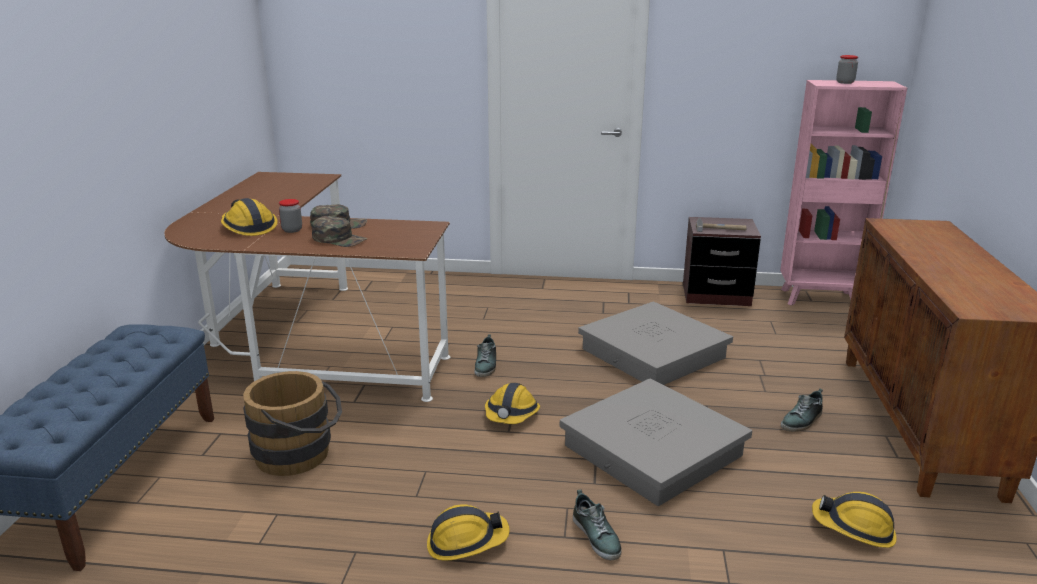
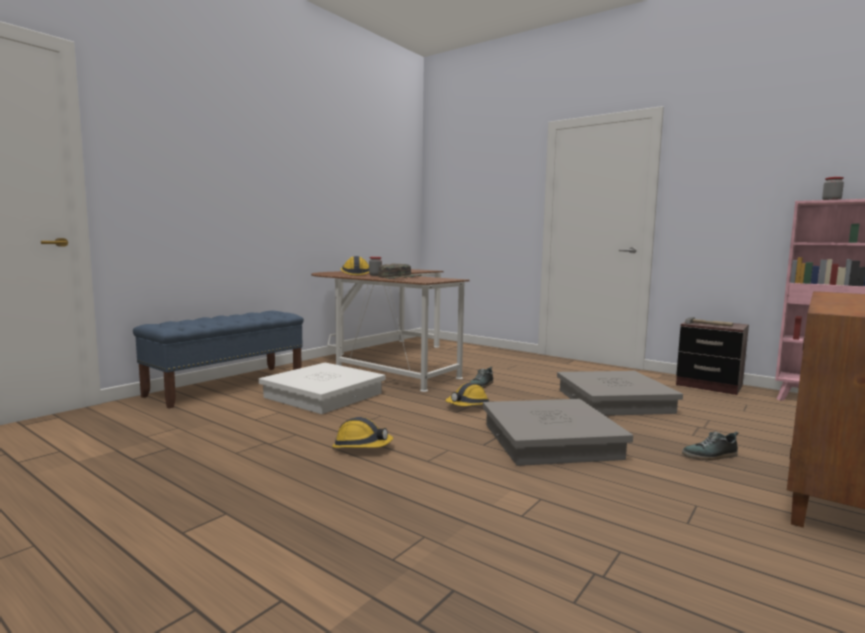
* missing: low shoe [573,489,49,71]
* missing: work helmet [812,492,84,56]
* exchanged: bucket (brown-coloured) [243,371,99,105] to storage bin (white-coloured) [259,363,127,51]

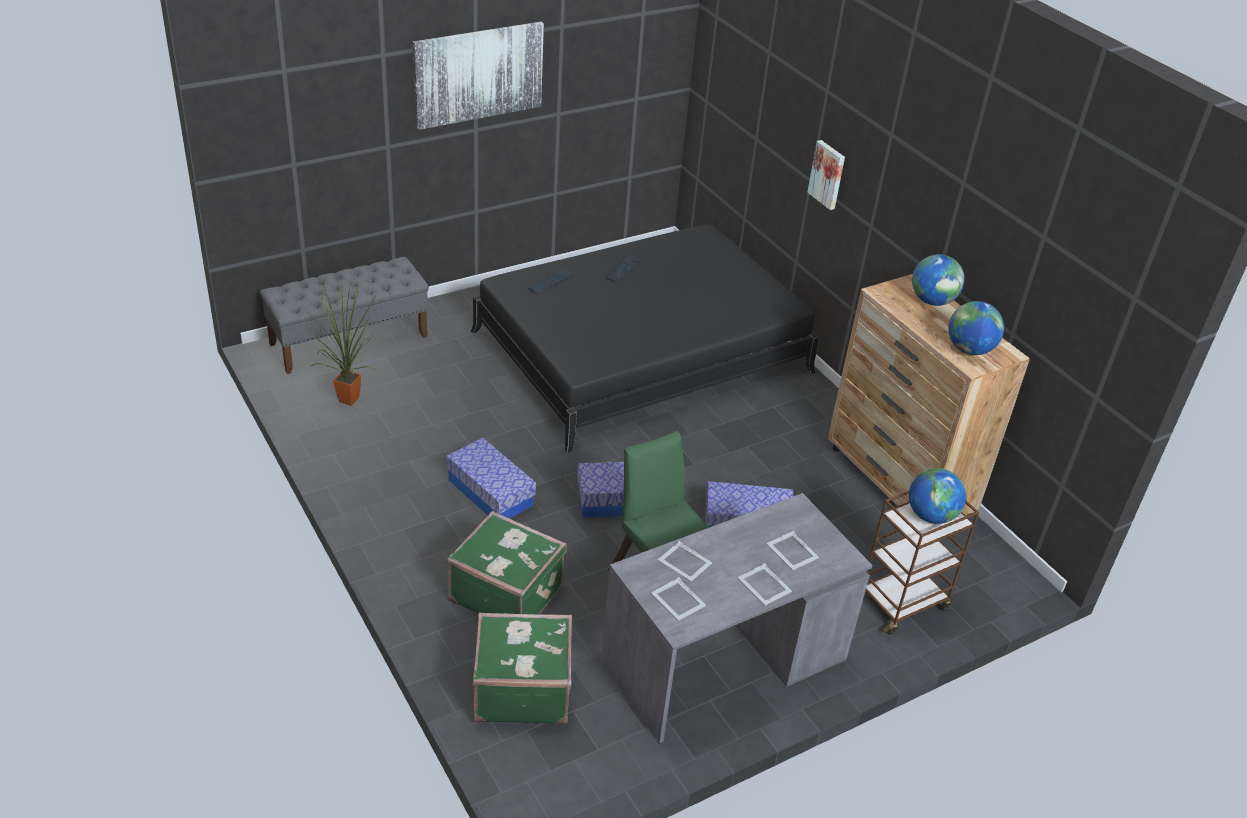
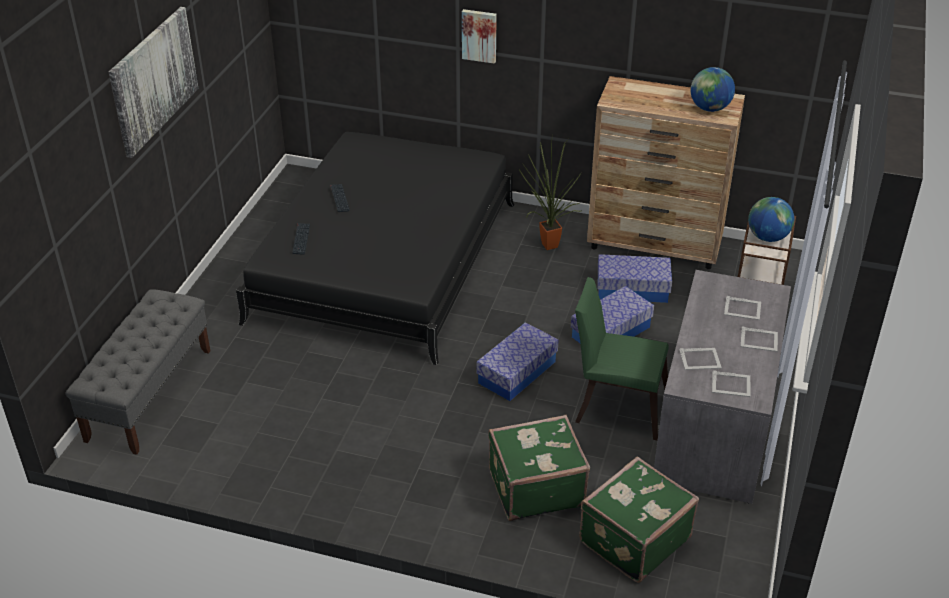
* missing: world globe [912,254,53,52]
* relocated: potted plant [303,278,74,128] to [518,140,64,110]
* relocated: storage bin [446,438,90,81] to [598,254,74,49]

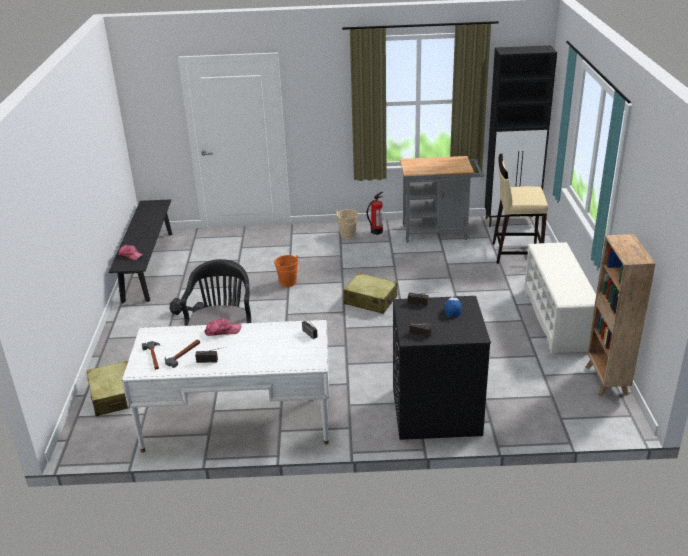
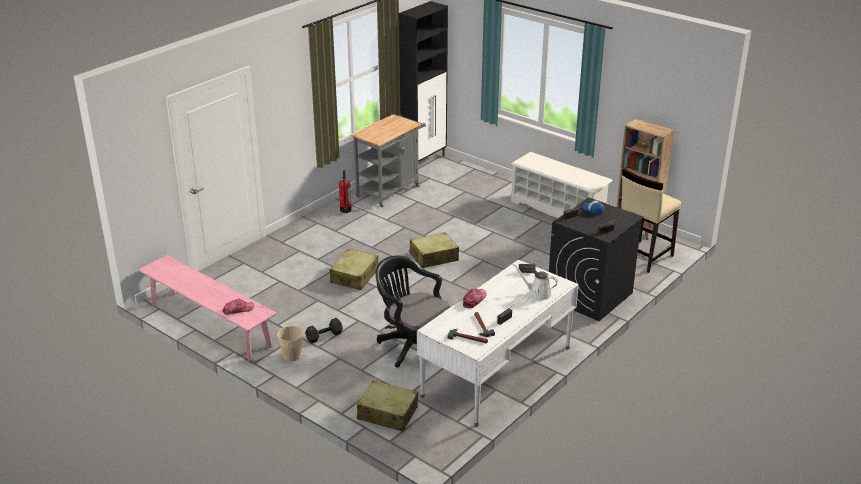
* appeared: watering pot (white-coloured) [513,264,45,36]
* relocated: bucket (beige-coloured) [335,209,24,29] to [277,326,29,36]
* relocated: stool (beige-coloured) [492,154,56,110] to [621,169,60,104]
* exchanged: bucket (orange) [274,255,27,32] to piece of luggage (beige-coloured) [330,249,48,41]
* colour: long seat (black) [109,199,63,104] to long seat (pinkish) [138,255,139,106]

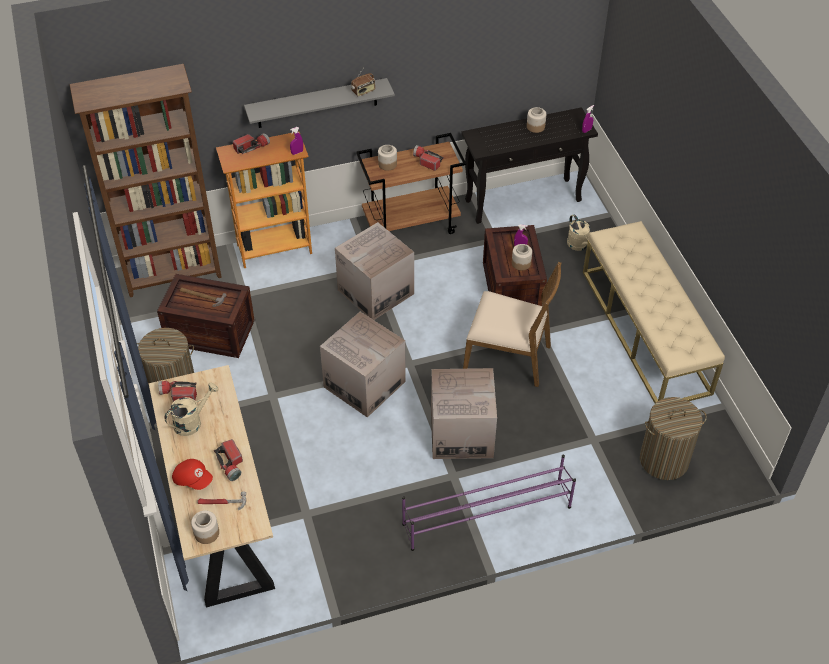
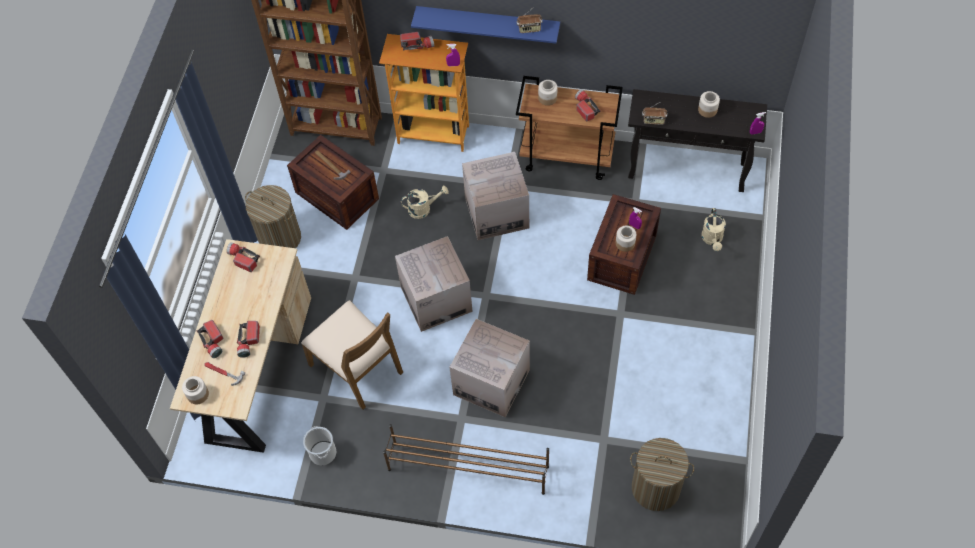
* missing: long seat (beige-coloured) [583,221,142,182]
* appeared: bucket [303,426,33,39]
* appeared: radio [642,102,25,23]
* relocated: watering pot (beige-coloured) [164,382,55,54] to [401,186,48,33]
* relocated: plain chair (brown-coloured) [463,261,99,126] to [301,300,102,109]
* exchanged: baseball cap (red) [172,459,41,31] to flashlight [196,320,27,38]
* colour: wall shelf (grey) [244,78,151,50] to wall shelf (blue) [411,6,149,38]
* colour: shoe shelf (purple-coloured) [402,454,174,97] to shoe shelf (brown-coloured) [383,424,166,71]

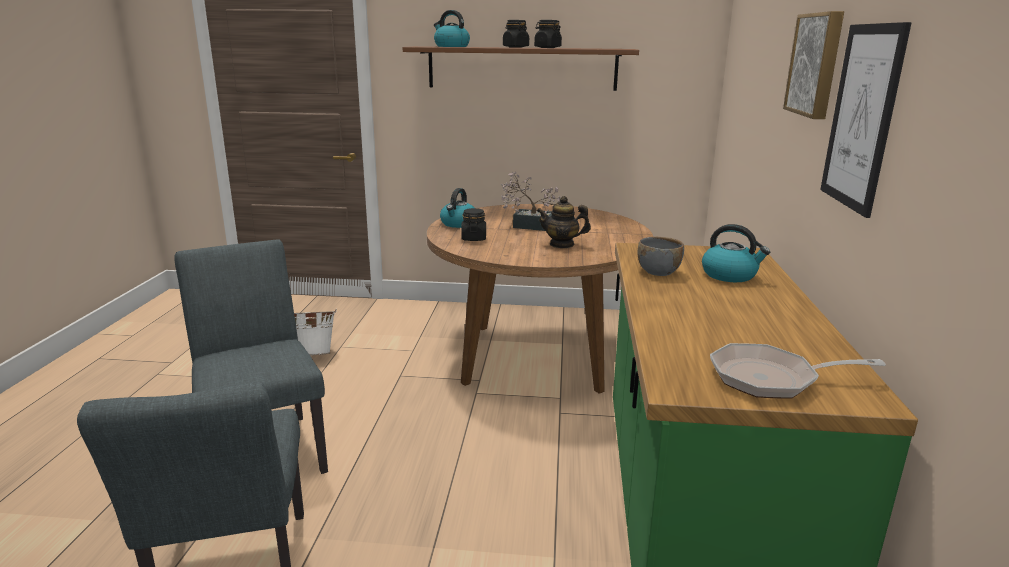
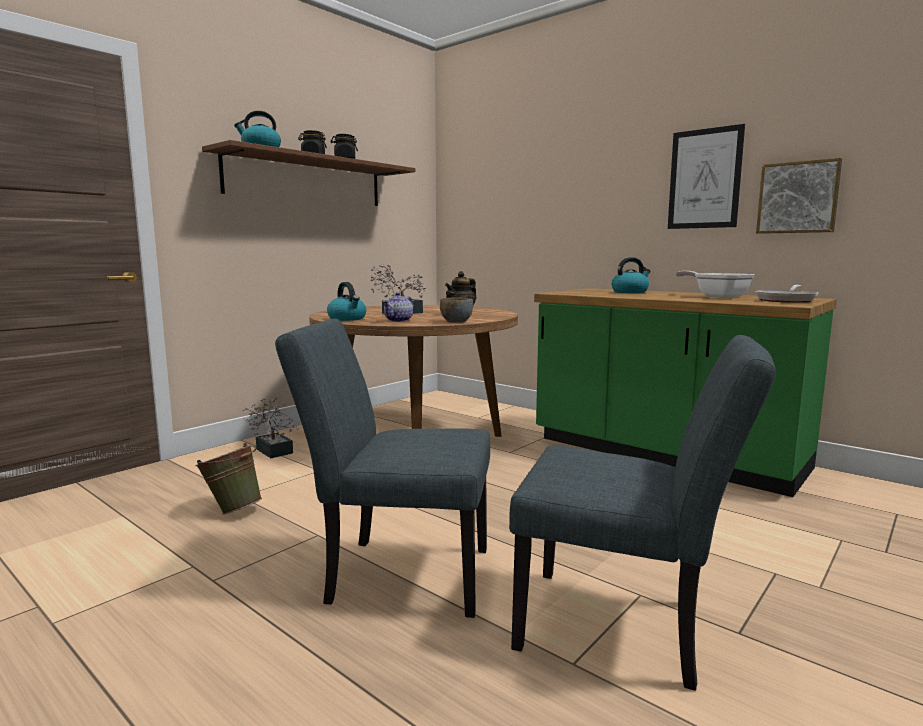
* appeared: potted plant [243,397,56,61]
* appeared: skillet [676,271,79,27]
* relocated: deep dish (grey) [638,237,46,39] to [440,297,33,26]
* relocated: wall art [783,11,61,108] to [756,158,86,76]
* exchanged: jar (black) [461,208,25,33] to teapot [383,292,30,30]
* colour: bucket (white-coloured) [294,310,43,45] to bucket (green) [195,443,67,72]

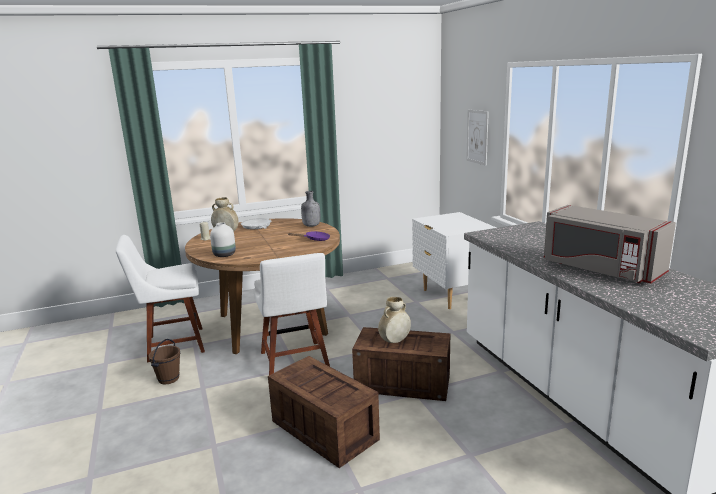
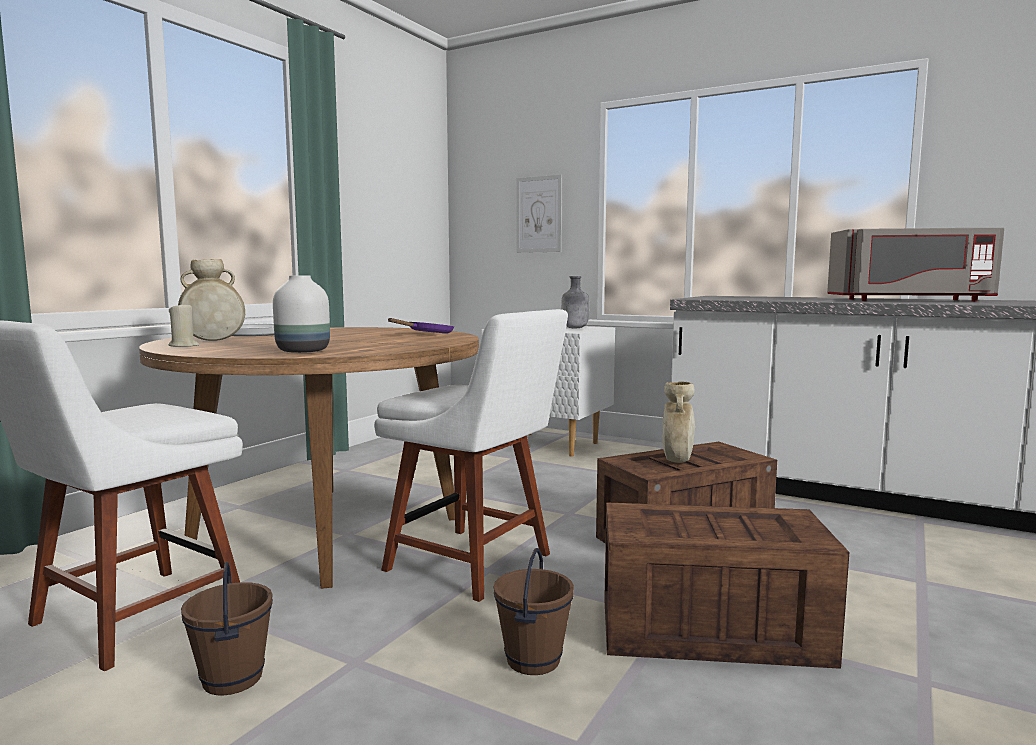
* appeared: bucket (brown-coloured) [494,548,80,127]
* relocated: drink bottle (grey) [301,191,19,36] to [561,276,28,52]

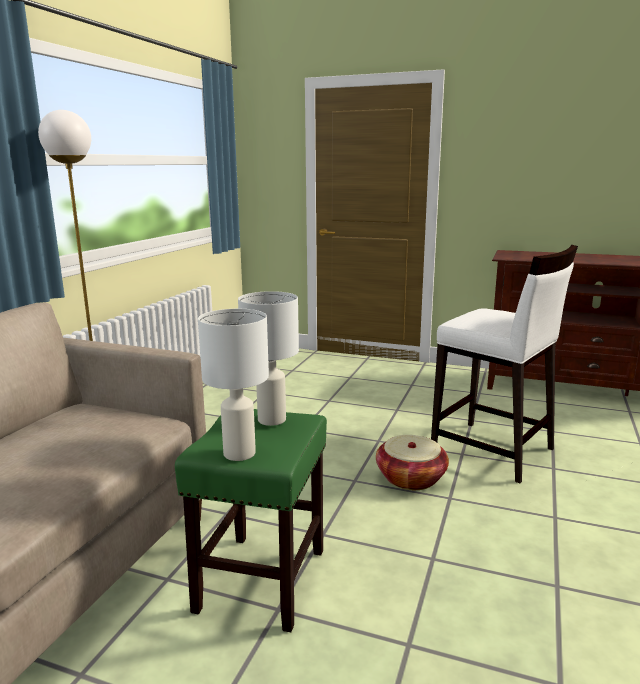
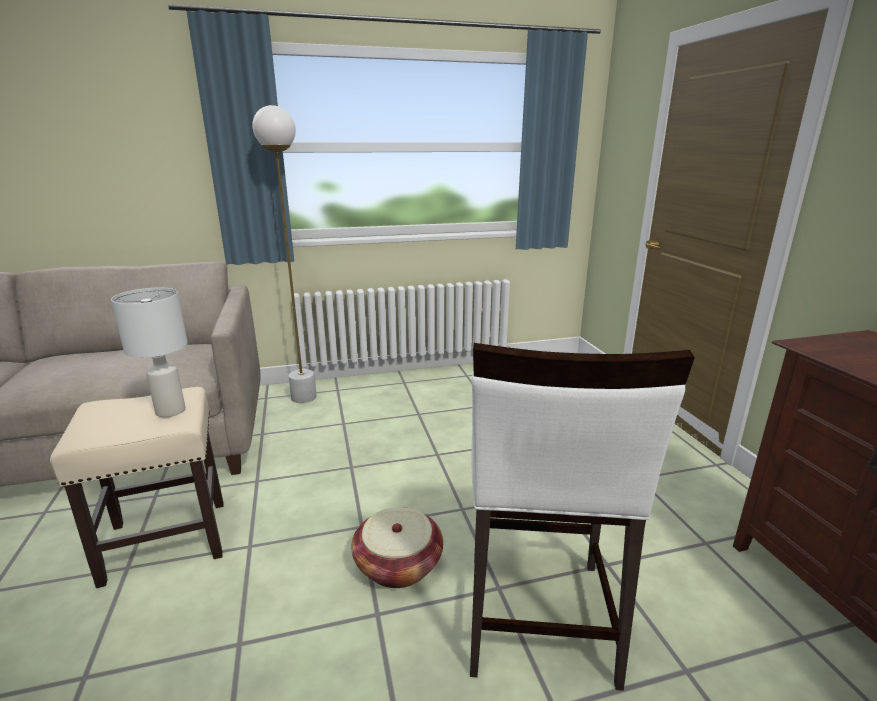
* missing: tabletop lamp (white-coloured) [198,309,71,152]
* colour: stool (green) [175,409,152,223] to stool (beige-coloured) [50,387,173,201]

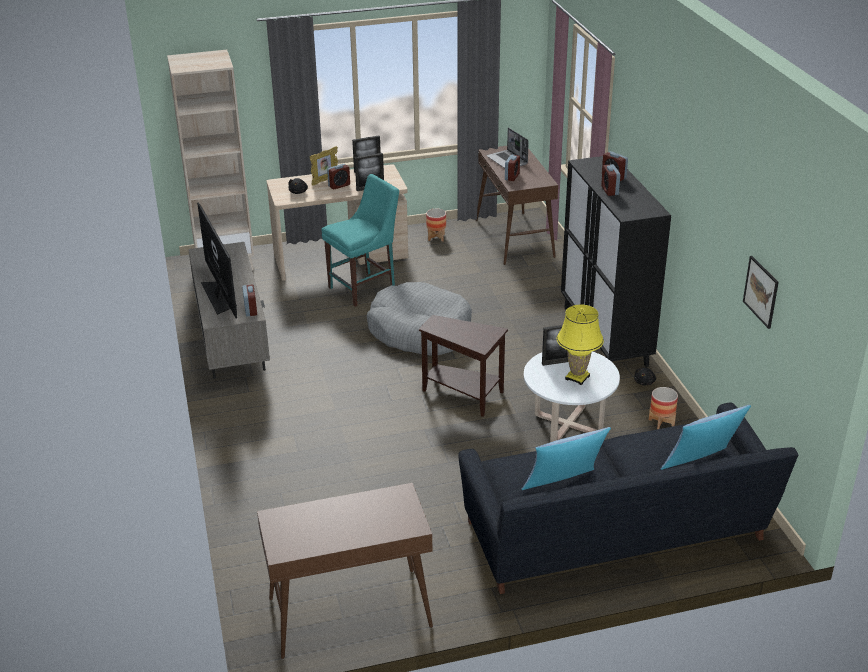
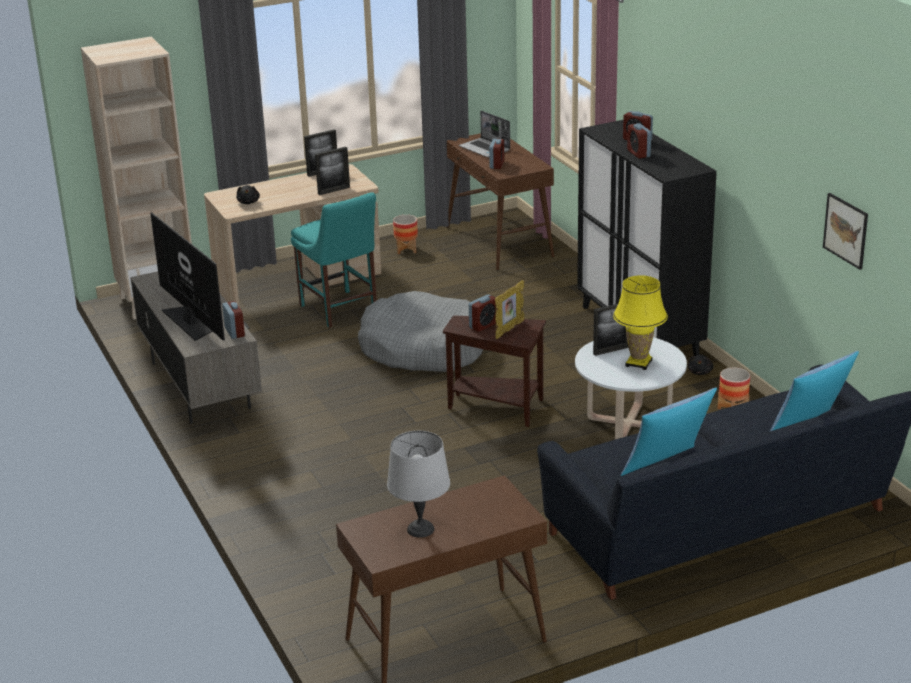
* appeared: tabletop lamp (grey) [387,431,63,107]
* relocated: photo frame [310,146,28,40] to [495,280,30,59]
* relocated: alarm clock [327,164,23,25] to [469,294,27,38]
* spun: plain chair (turquoise) [322,174,77,133] = [291,192,86,136] 105 degrees clockwise

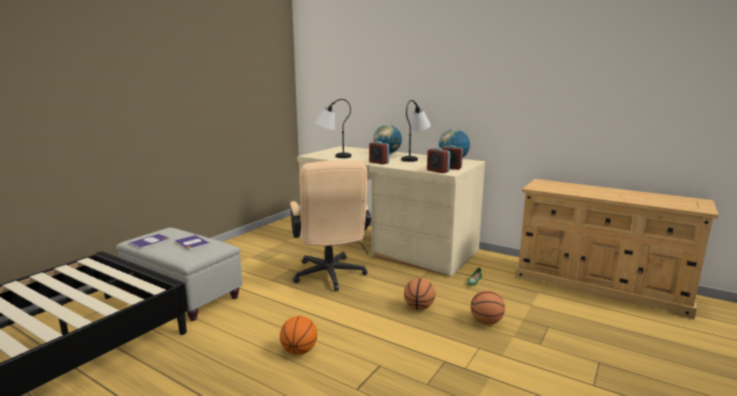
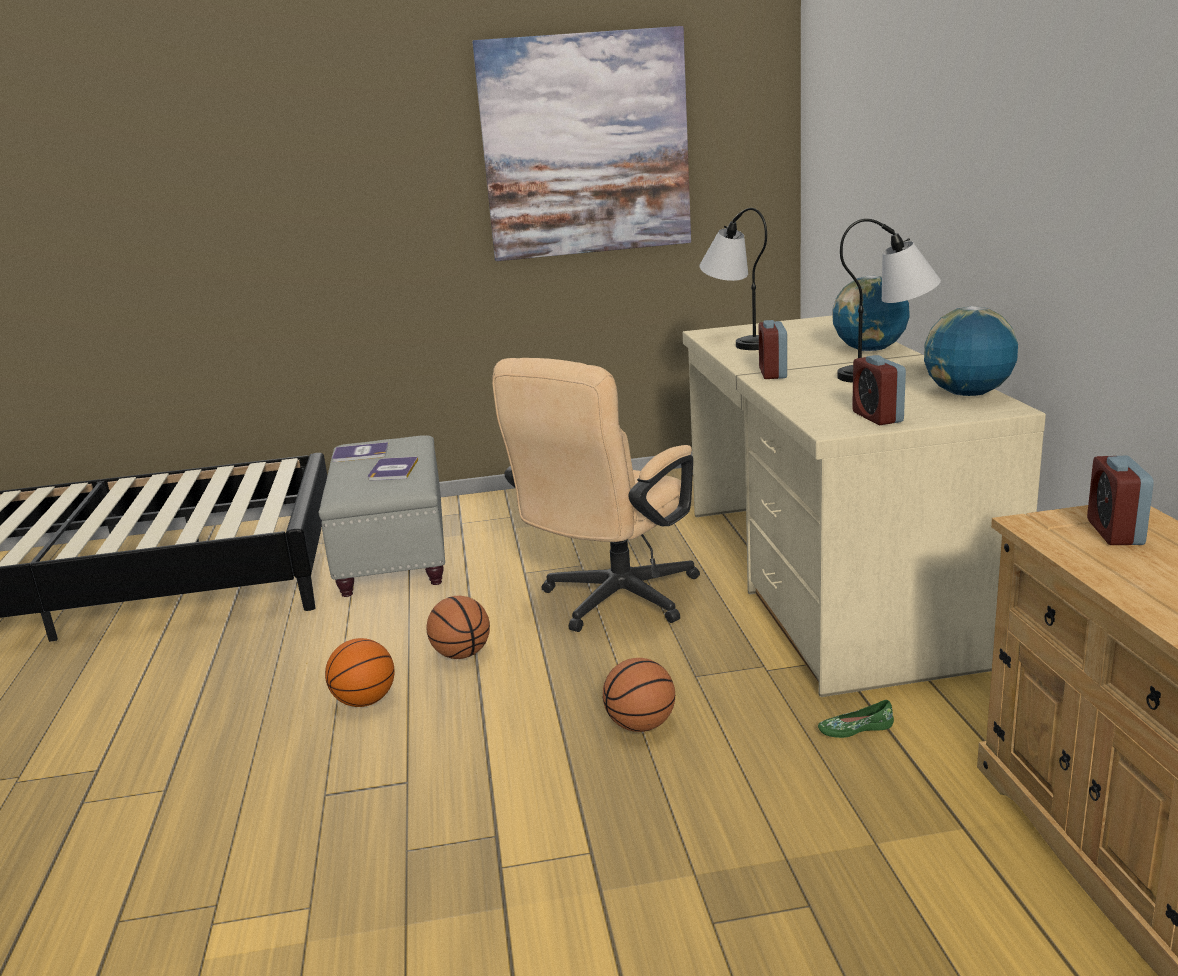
* appeared: wall art [472,26,219,235]
* relocated: alarm clock [427,148,23,25] to [1087,456,67,89]
* relocated: basketball ball [471,290,34,34] to [427,596,63,63]

